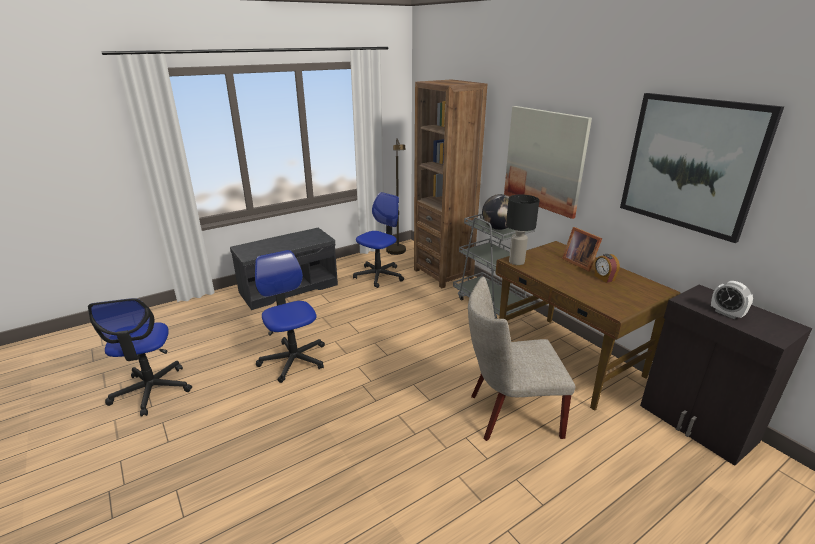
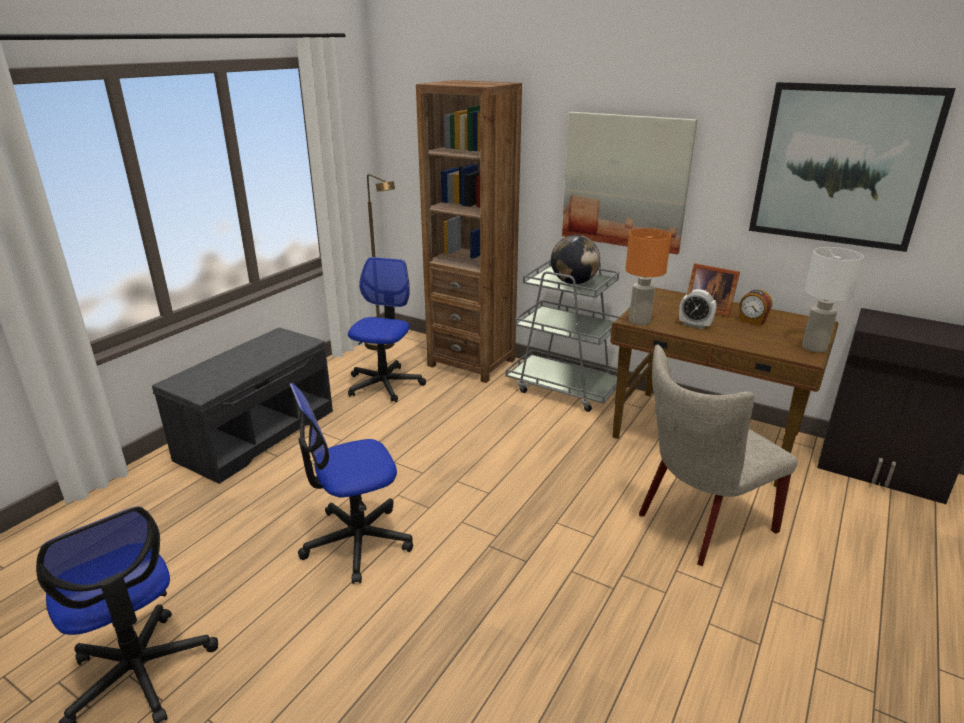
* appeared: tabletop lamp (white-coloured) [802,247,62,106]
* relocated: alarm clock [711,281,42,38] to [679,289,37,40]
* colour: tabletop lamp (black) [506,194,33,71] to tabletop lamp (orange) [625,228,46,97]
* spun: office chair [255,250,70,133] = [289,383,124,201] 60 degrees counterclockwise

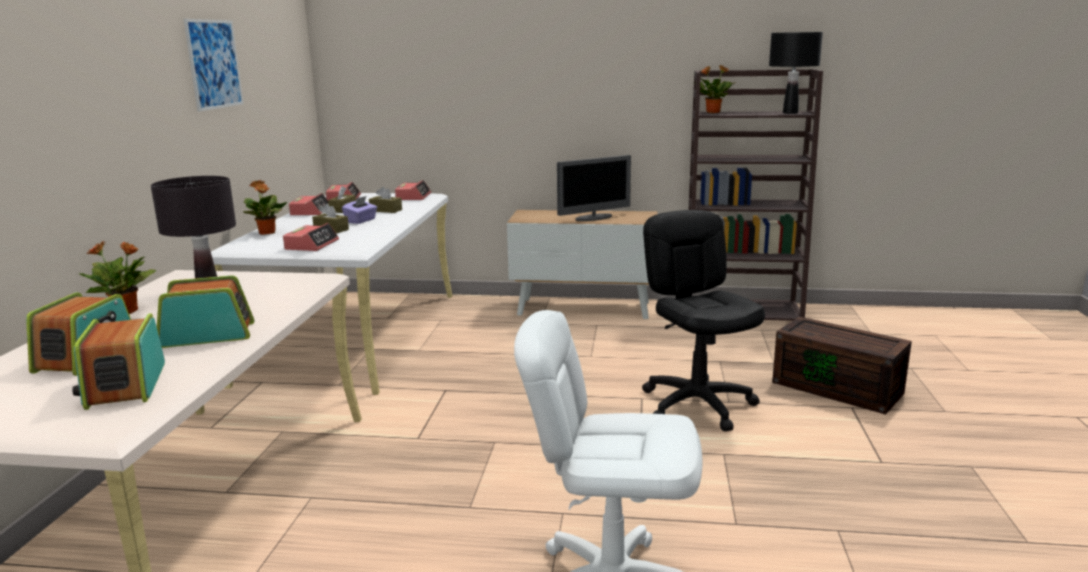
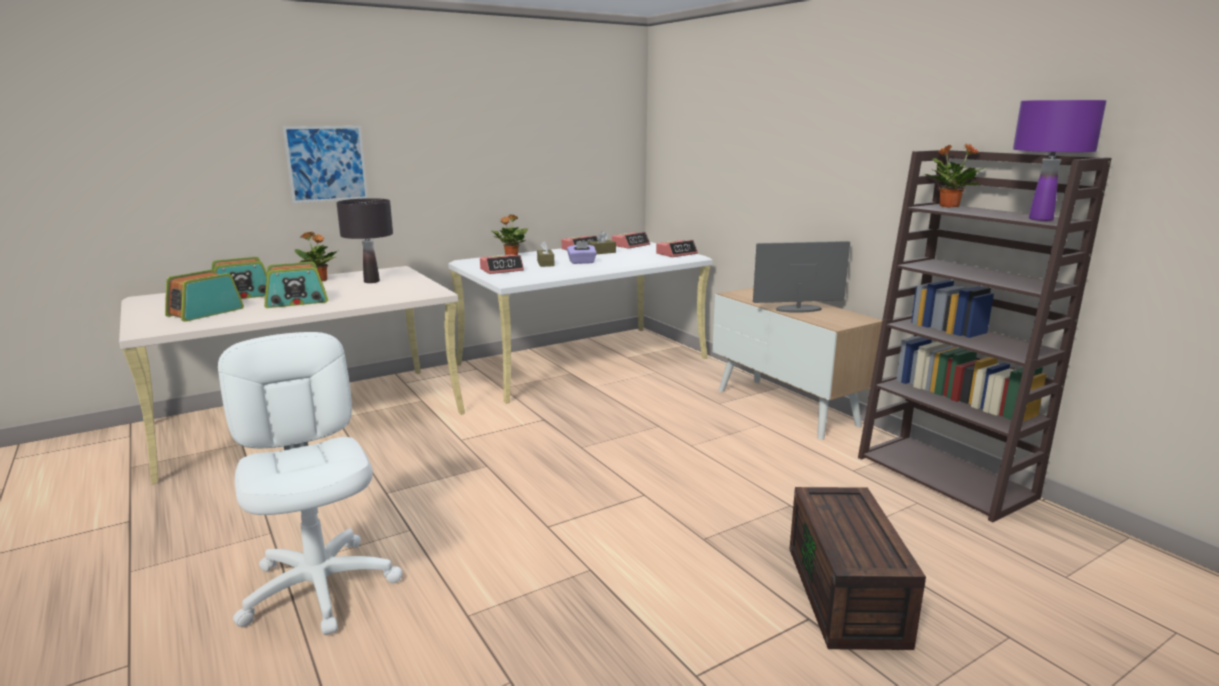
* missing: tissue box (brown-coloured) [369,186,33,27]
* missing: office chair (black) [642,210,123,221]
* relocated: wall art [184,19,60,93] to [283,126,85,77]
* colour: tabletop lamp (black) [769,32,54,82] to tabletop lamp (purple-coloured) [1013,100,94,121]
* spun: radio [157,275,97,73] = [264,262,64,46] 120 degrees clockwise
* spun: computer screen [557,155,74,66] = [753,241,97,72] 150 degrees clockwise

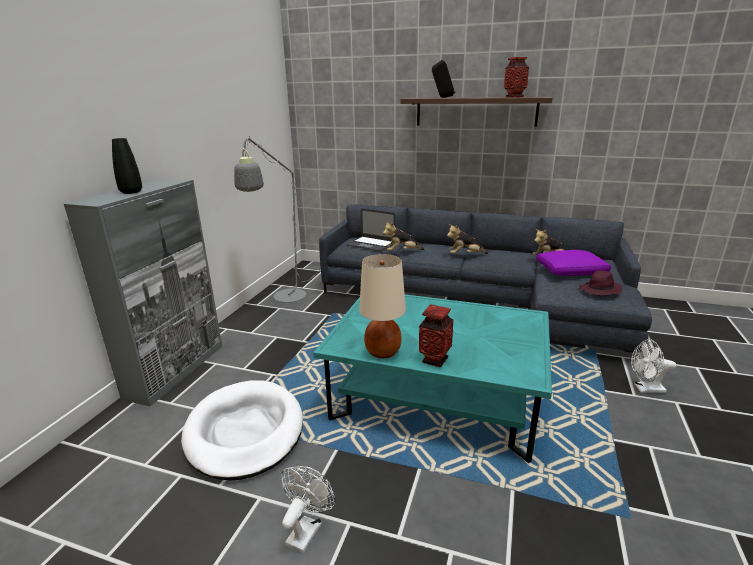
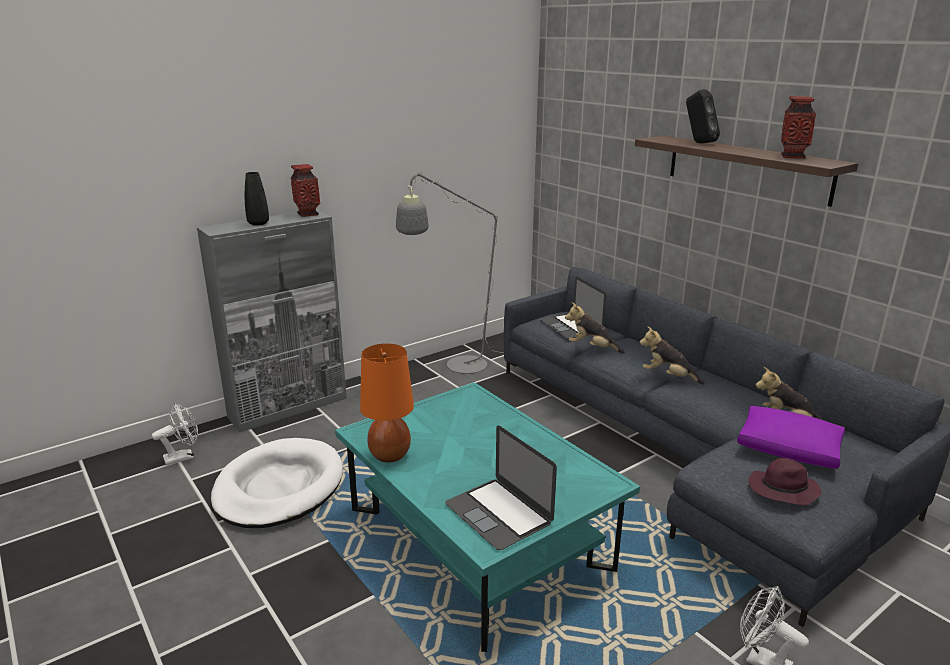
* appeared: portable computer [445,425,112,125]
* relocated: electric fan (white-coloured) [281,466,55,87] to [152,403,46,63]
* relocated: flower vase [419,305,35,62] to [291,164,29,53]
* colour: tabletop lamp (beige-coloured) [359,254,47,104] to tabletop lamp (orange) [360,344,54,118]

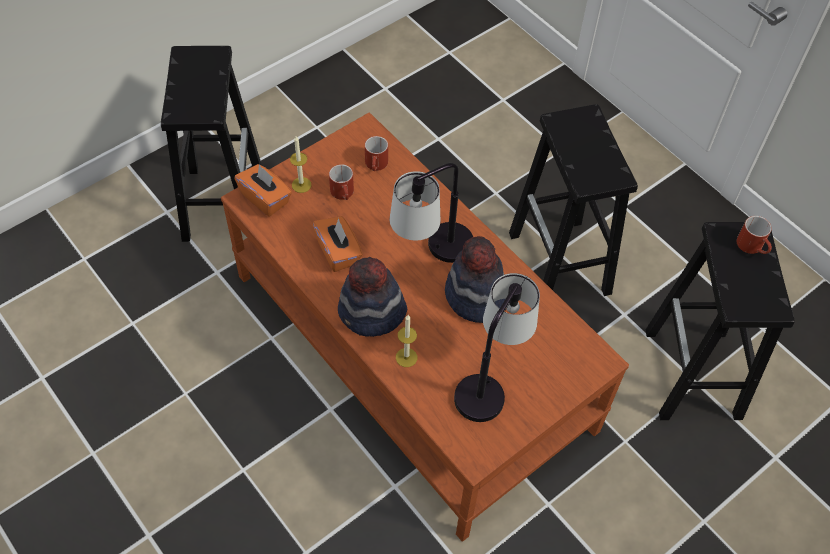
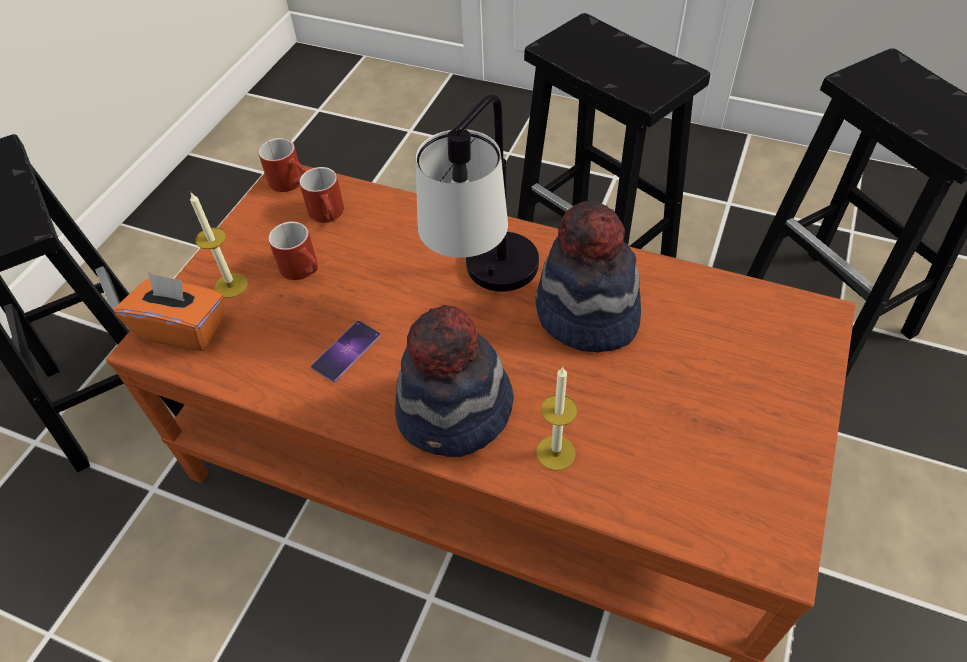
* missing: tabletop lamp [454,273,86,149]
* relocated: coffee mug (red) [737,216,35,38] to [258,138,48,54]
* exchanged: tissue box (orange) [312,216,51,56] to handset [311,320,70,62]

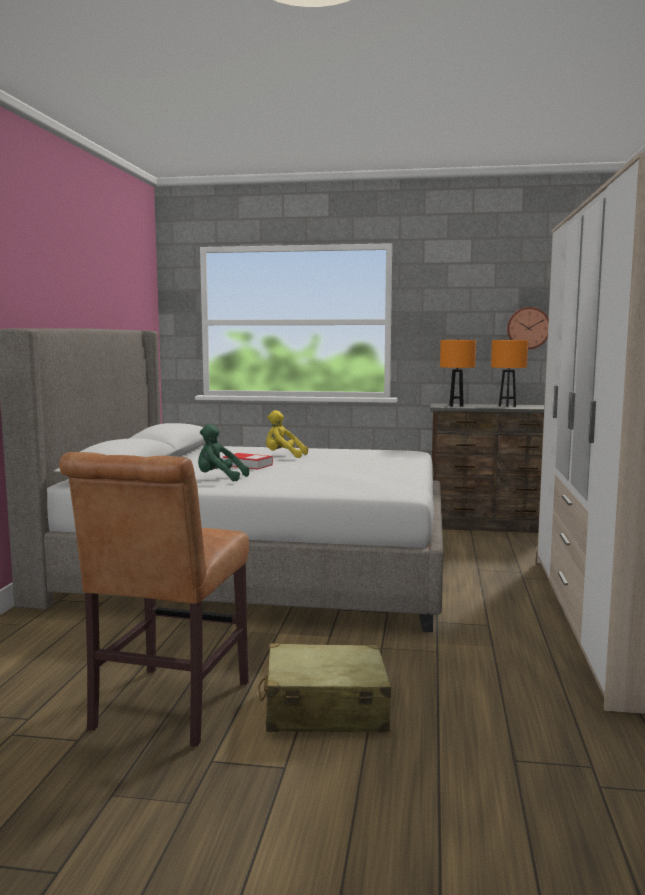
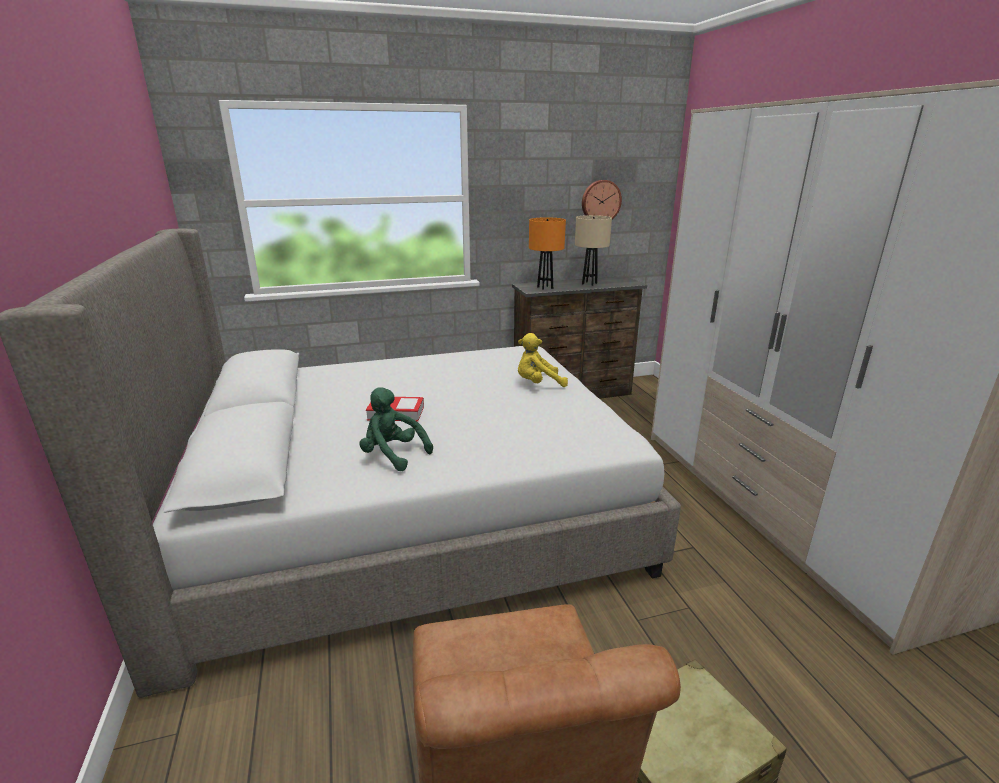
* relocated: soft toy (yellowish) [266,410,42,48] to [518,333,50,54]
* colour: tabletop lamp (orange) [491,340,37,67] to tabletop lamp (beige-coloured) [575,215,37,71]
* spun: soft toy (green) [198,424,51,57] = [359,387,74,84] 45 degrees clockwise

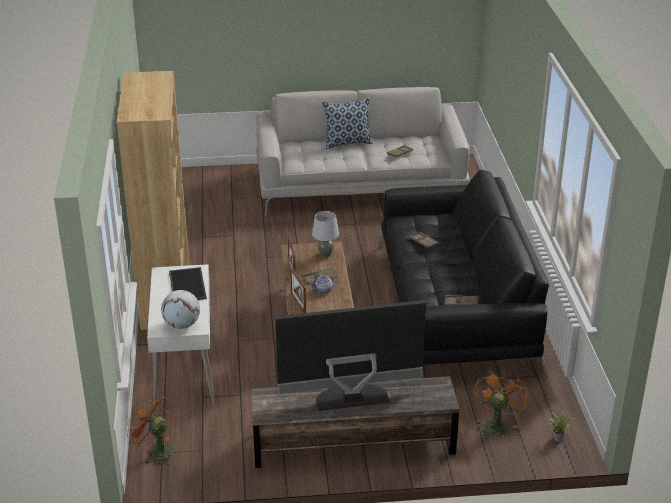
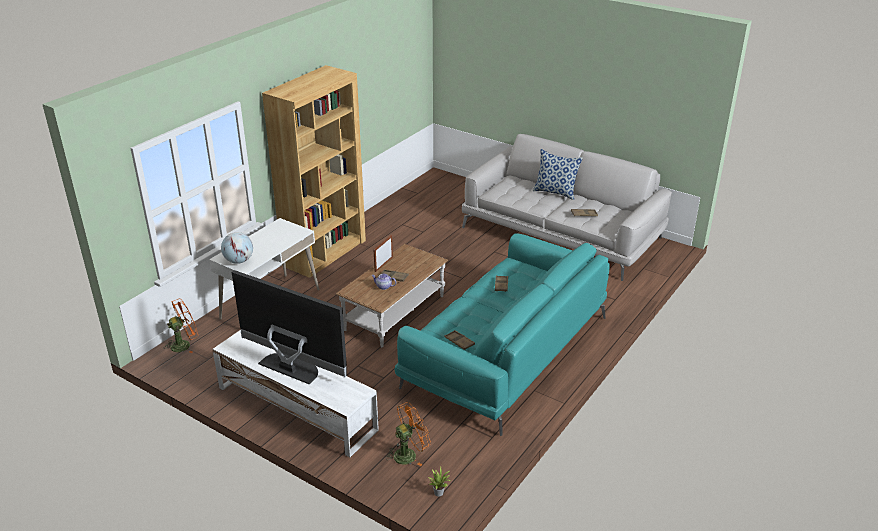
* missing: carrying tray [169,267,38,33]
* missing: photo frame [290,267,16,46]
* missing: tabletop lamp (grey) [312,211,27,46]
* colour: tv stand (brown-coloured) [251,376,208,92] to tv stand (white-coloured) [212,330,167,127]
* colour: settee (black) [379,170,170,209] to settee (turquoise) [395,233,214,203]
* spun: electric fan (orange) [127,393,46,74] = [166,298,32,56] 75 degrees clockwise

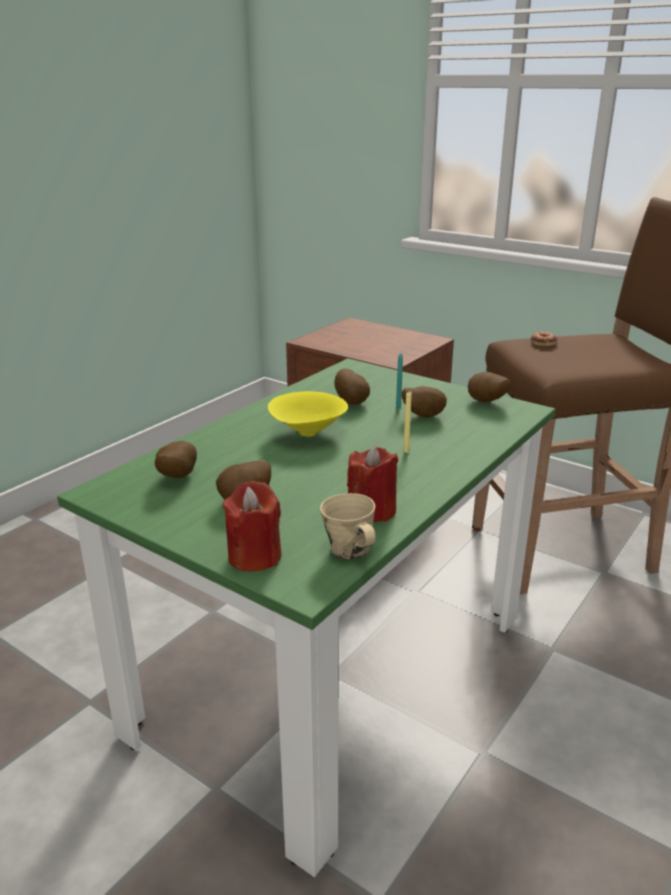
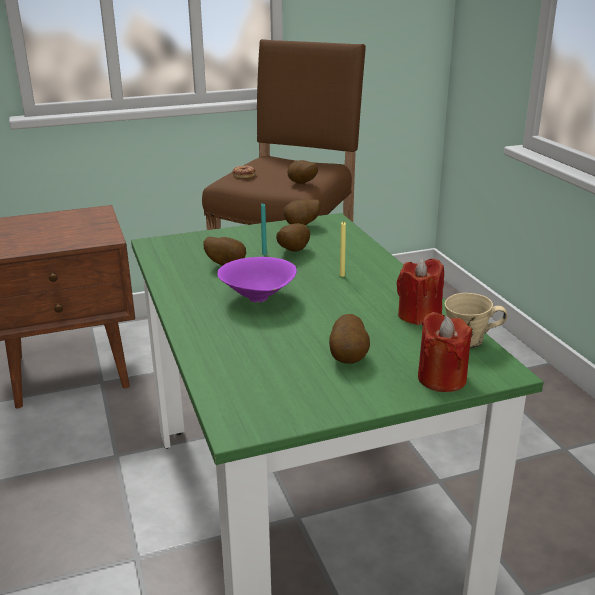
* relocated: potato [155,441,42,37] to [287,160,31,24]
* colour: deep dish (yellowish) [268,391,80,46] to deep dish (purple-coloured) [217,257,80,45]

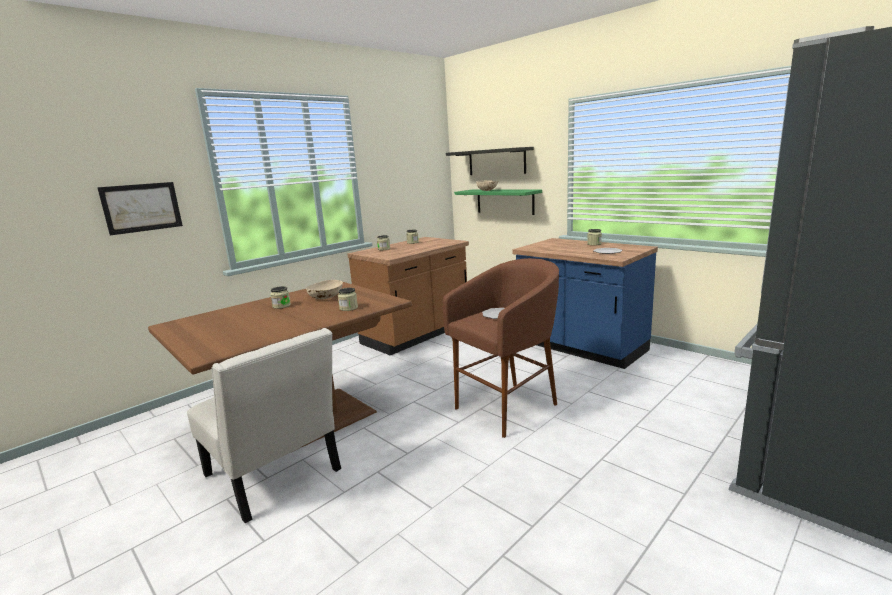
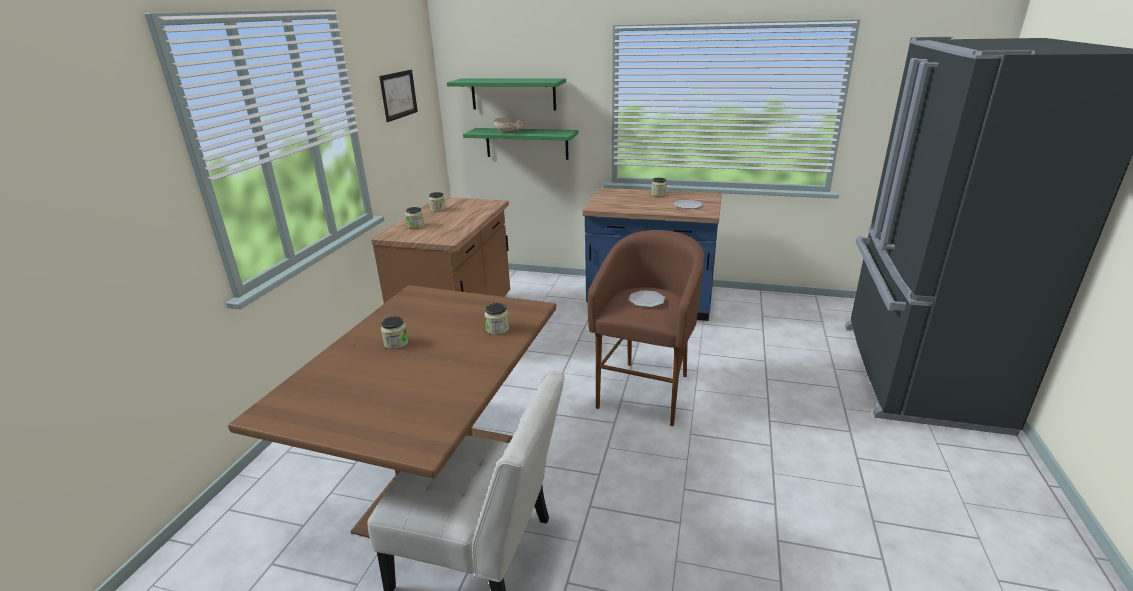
* missing: deep dish (beige-coloured) [306,280,37,19]
* relocated: wall art [97,182,86,53] to [379,70,39,52]
* colour: wall shelf (black) [446,147,88,28] to wall shelf (green) [447,78,119,32]

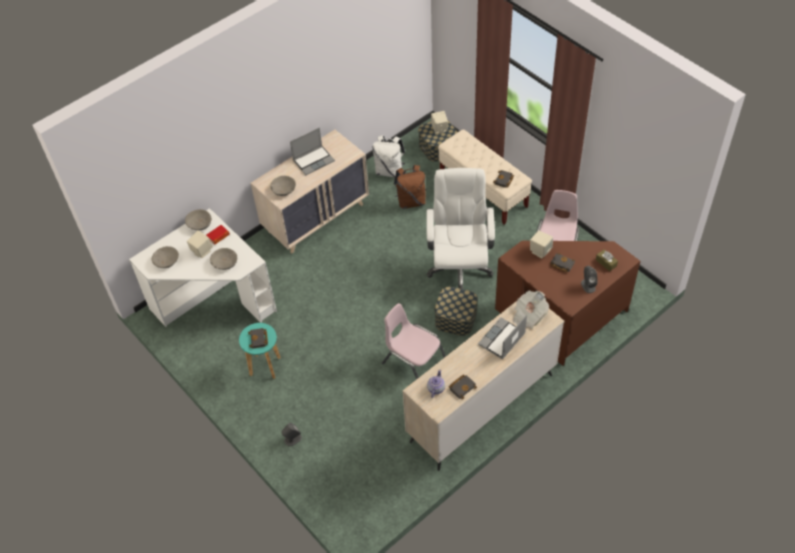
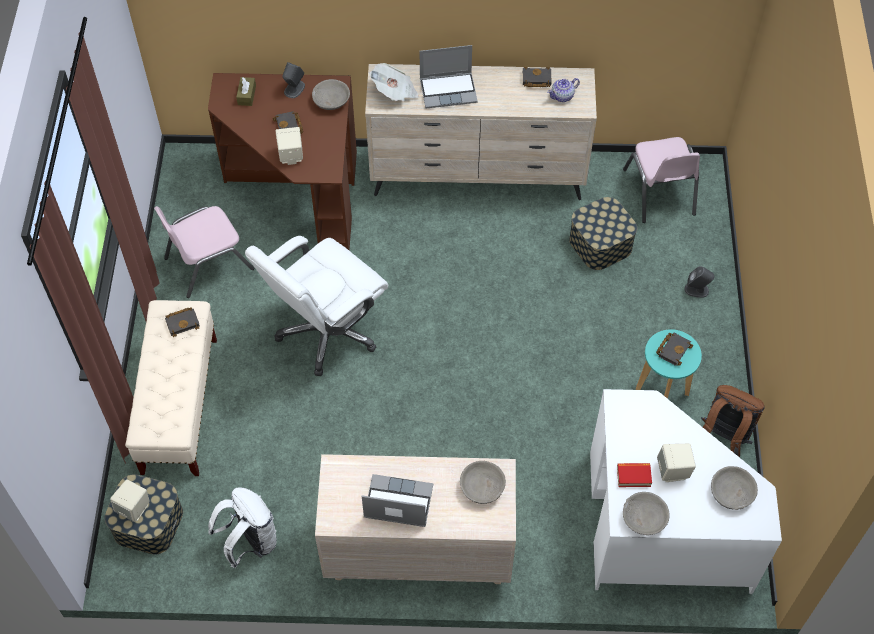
* relocated: deep dish (grey) [210,248,27,22] to [312,79,38,31]
* relocated: plain chair (pinkish) [382,303,64,76] to [623,137,77,86]
* relocated: knapsack (brown-coloured) [394,165,32,44] to [701,385,64,72]
* relocated: storage bin [435,287,43,49] to [569,197,68,73]

